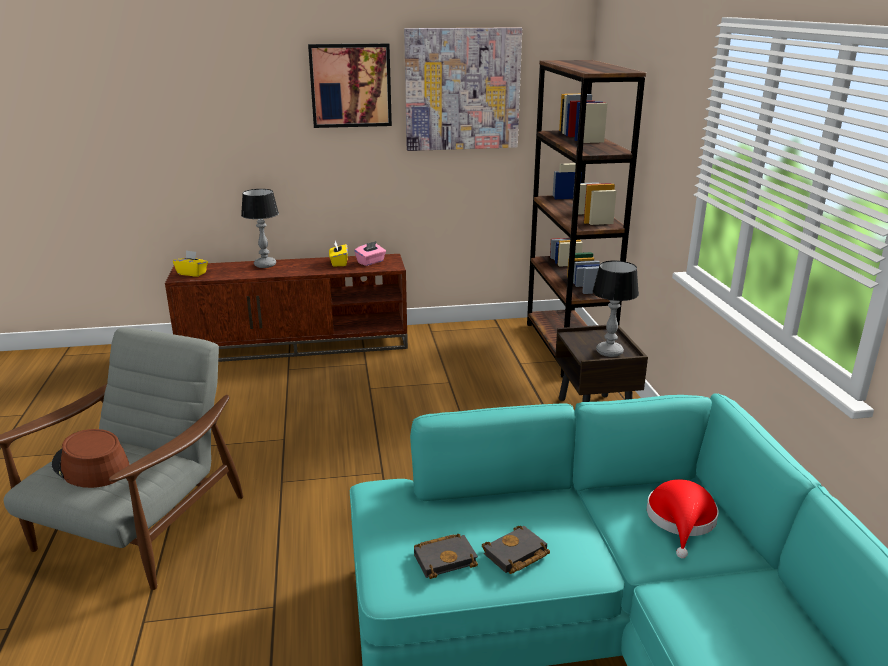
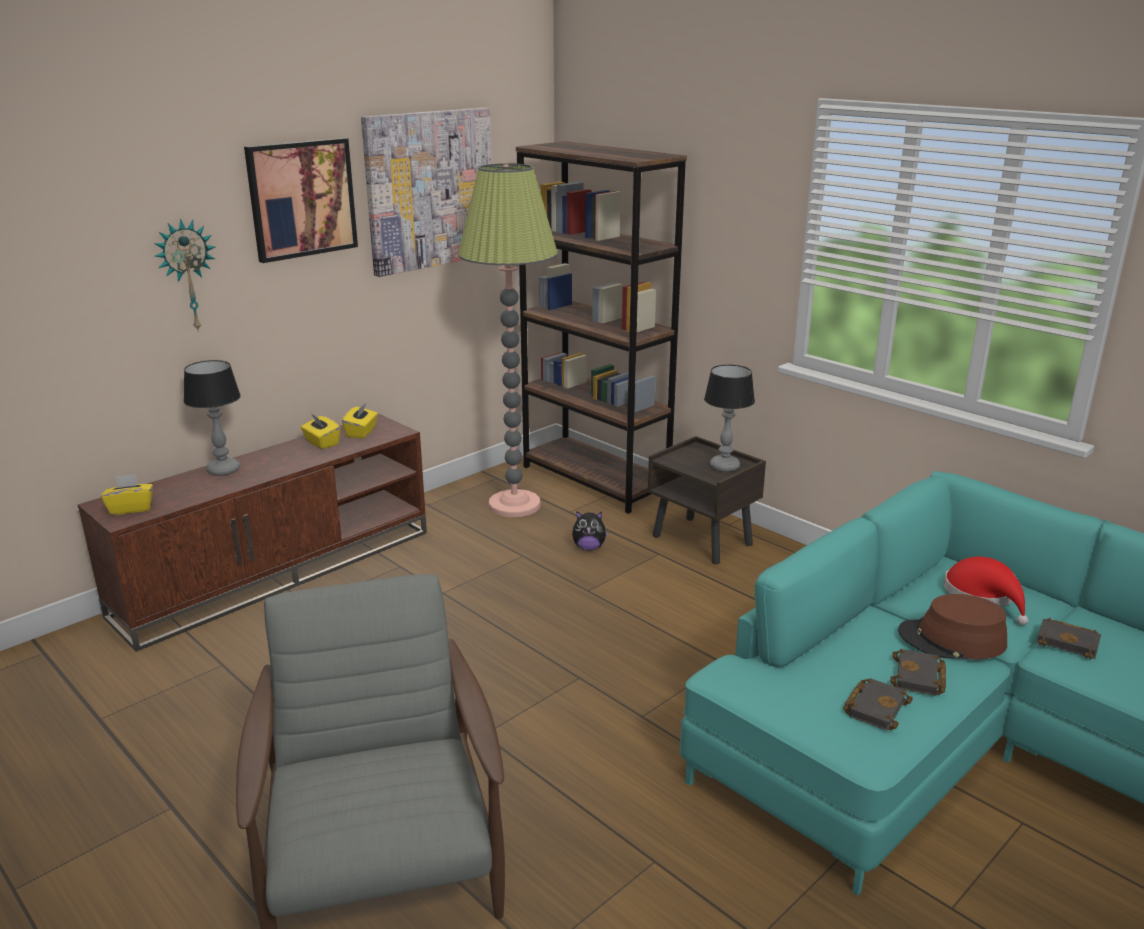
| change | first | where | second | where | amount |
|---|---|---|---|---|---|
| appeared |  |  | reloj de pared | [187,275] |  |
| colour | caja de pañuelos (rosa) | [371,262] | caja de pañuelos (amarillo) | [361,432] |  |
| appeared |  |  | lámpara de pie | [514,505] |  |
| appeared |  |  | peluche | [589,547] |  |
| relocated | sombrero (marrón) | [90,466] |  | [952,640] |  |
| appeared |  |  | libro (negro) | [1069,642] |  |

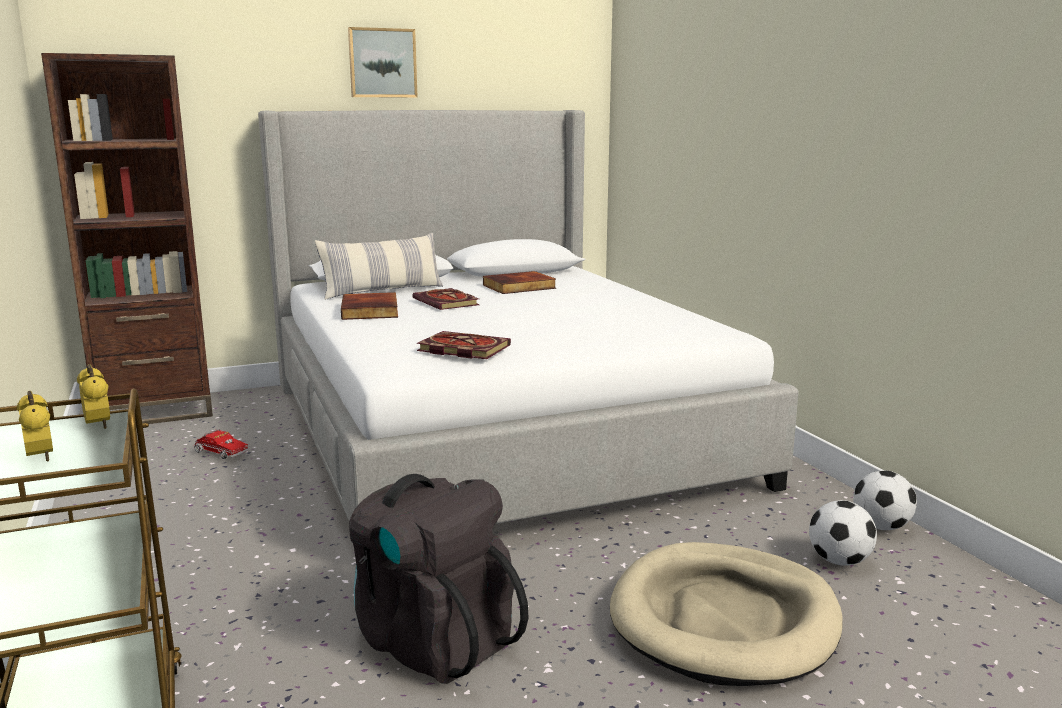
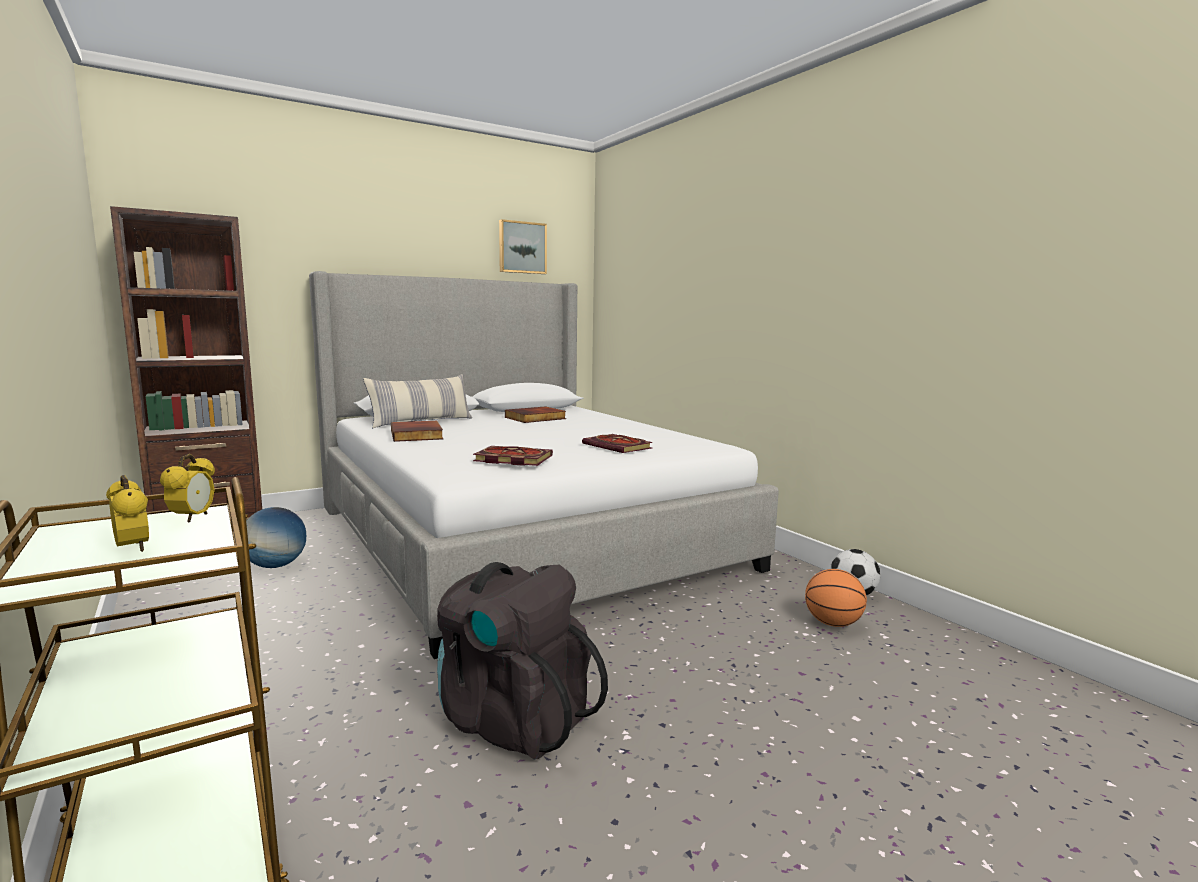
| change | first | where | second | where | amount |
|---|---|---|---|---|---|
| spun | despertador | [98,425] |  | [192,518] | 45 degrees clockwise |
| exchanged | camión de juguete | [219,453] | globo terráqueo | [275,566] |  |
| relocated | cuadro | [382,63] |  | [522,247] |  |
| relocated | libro | [448,302] |  | [619,447] |  |
| exchanged | balón de fútbol | [839,561] | balón de baloncesto | [833,624] |  |
| missing | cama para perro (beis) | [724,620] |  |  |  |

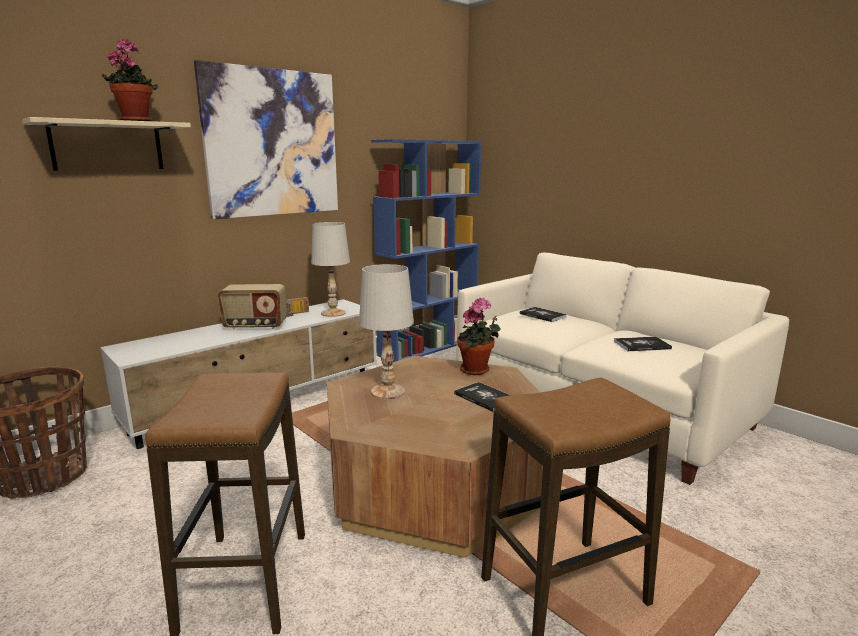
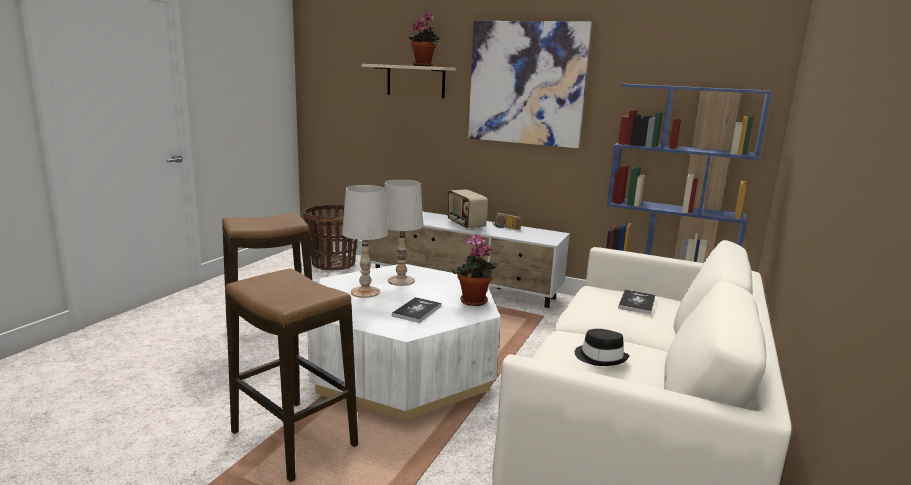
| change | first | where | second | where | amount |
|---|---|---|---|---|---|
| colour | mesa de centro (marrón) | [436,482] | mesa de centro (blanco) | [403,368] |  |
| relocated | lámpara de mesa (blanco) | [333,313] |  | [365,292] |  |
| exchanged | libro | [642,345] | sombrero (negro) | [600,357] |  |

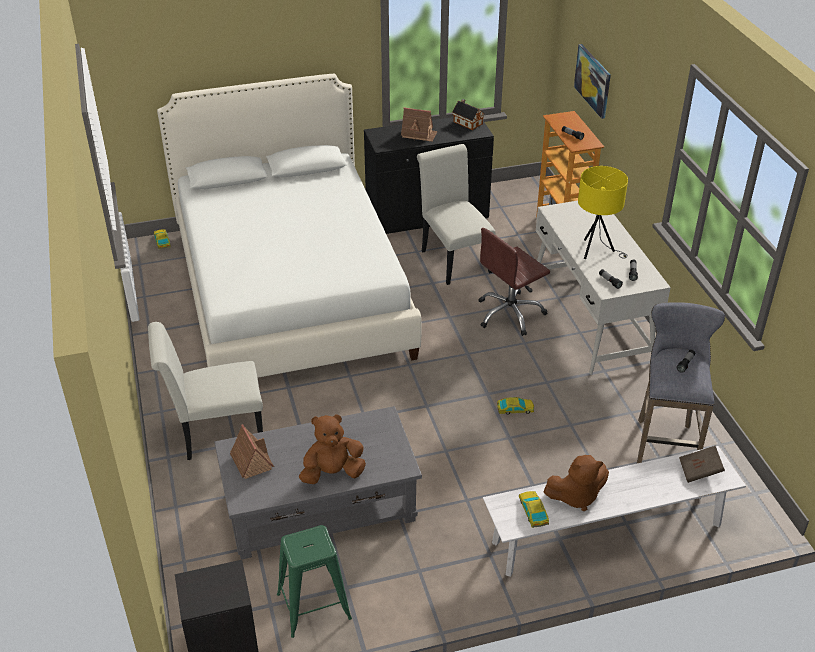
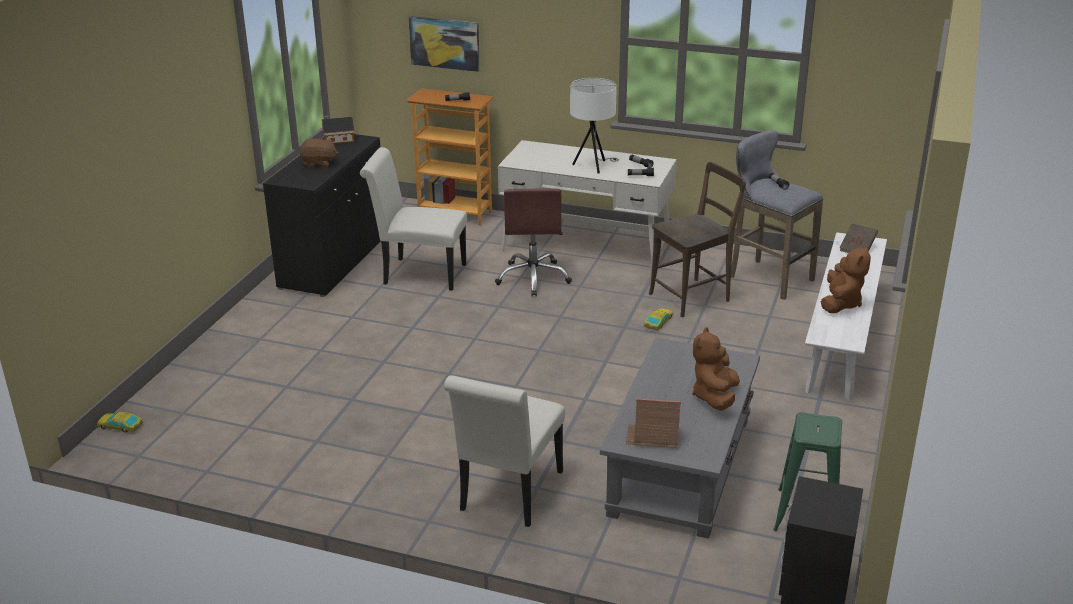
| change | first | where | second | where | amount |
|---|---|---|---|---|---|
| exchanged | casita | [419,134] | peluche (marrón) | [319,163] |  |
| colour | lámpara de mesa (amarillo) | [596,251] | lámpara de mesa (blanco) | [593,166] |  |
| appeared |  |  | silla (marrón) | [693,296] |  |
| missing | cama (blanco) | [291,291] |  |  |  |
| missing | coche de juguete | [533,511] |  |  |  |

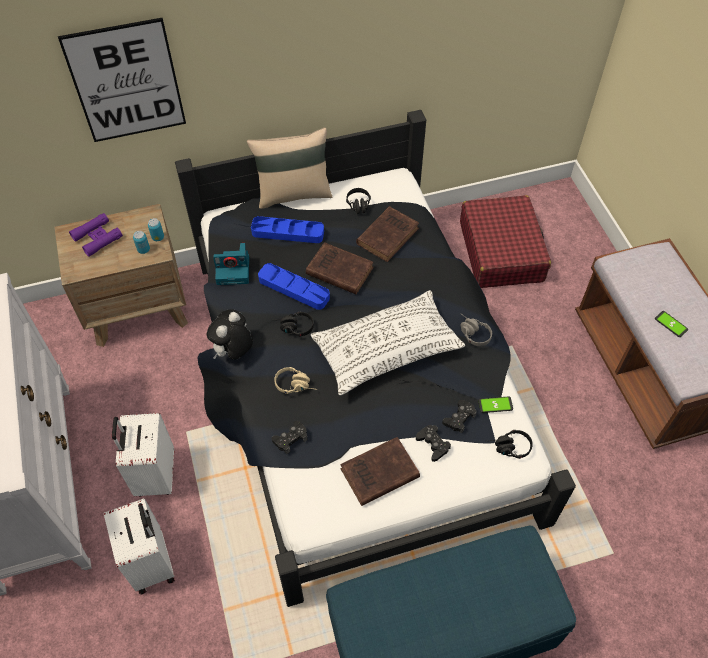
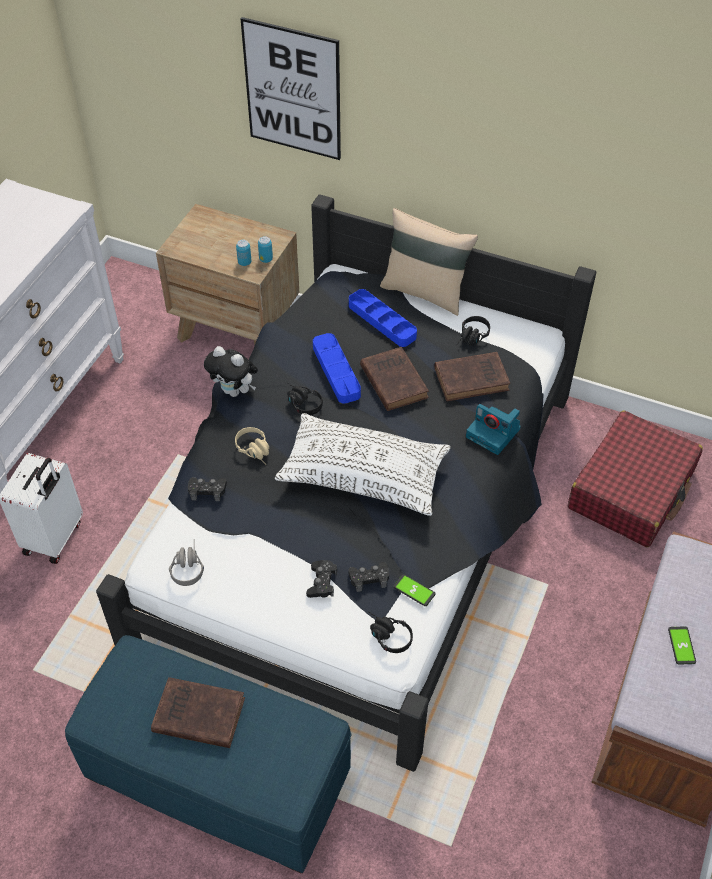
| change | first | where | second | where | amount |
|---|---|---|---|---|---|
| relocated | libro (marrón) | [377,474] |  | [196,715] |  |
| relocated | auriculares (gris) | [471,333] |  | [187,566] |  |
| spun | peluche | [233,352] |  | [235,391] | 135 degrees counterclockwise |
| relocated | cámara | [234,270] |  | [494,433] |  |
| missing | prismáticos (morado) | [97,238] |  |  |  |
| missing | maleta (blanco) | [154,475] |  |  |  |

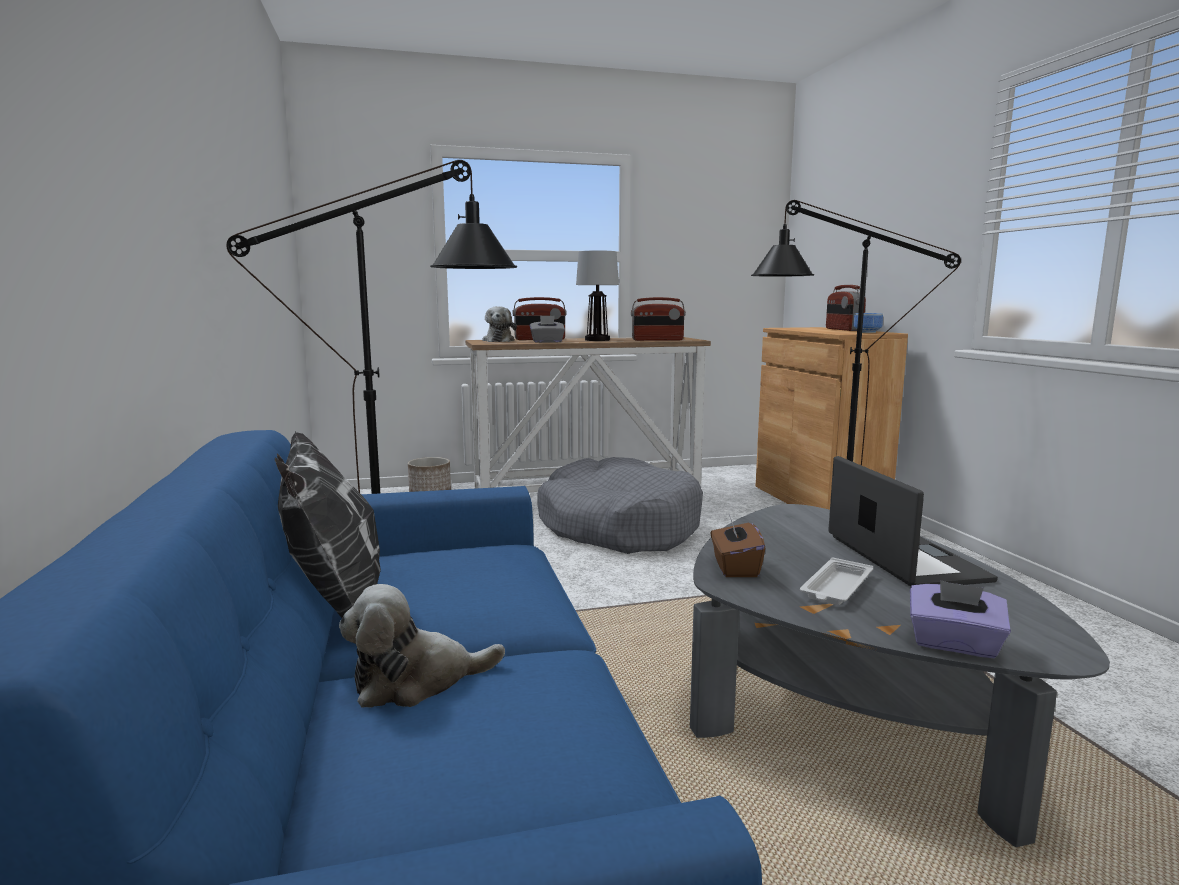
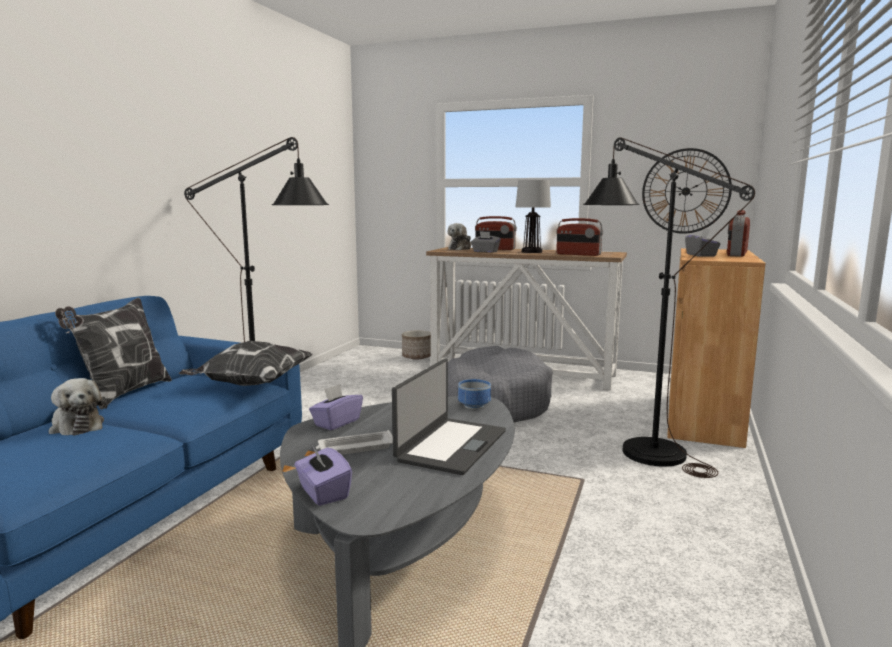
| change | first | where | second | where | amount |
|---|---|---|---|---|---|
| spun | peluche | [416,681] |  | [76,426] | 150 degrees counterclockwise |
| appeared |  |  | cojín | [250,385] |  |
| colour | caja de pañuelos (marrón) | [735,567] | caja de pañuelos (morado) | [336,422] |  |
| relocated | cuenco | [867,332] |  | [473,406] |  |
| appeared |  |  | reloj de pared | [685,191] |  |
| appeared |  |  | caja de pañuelos (gris) | [701,255] |  |

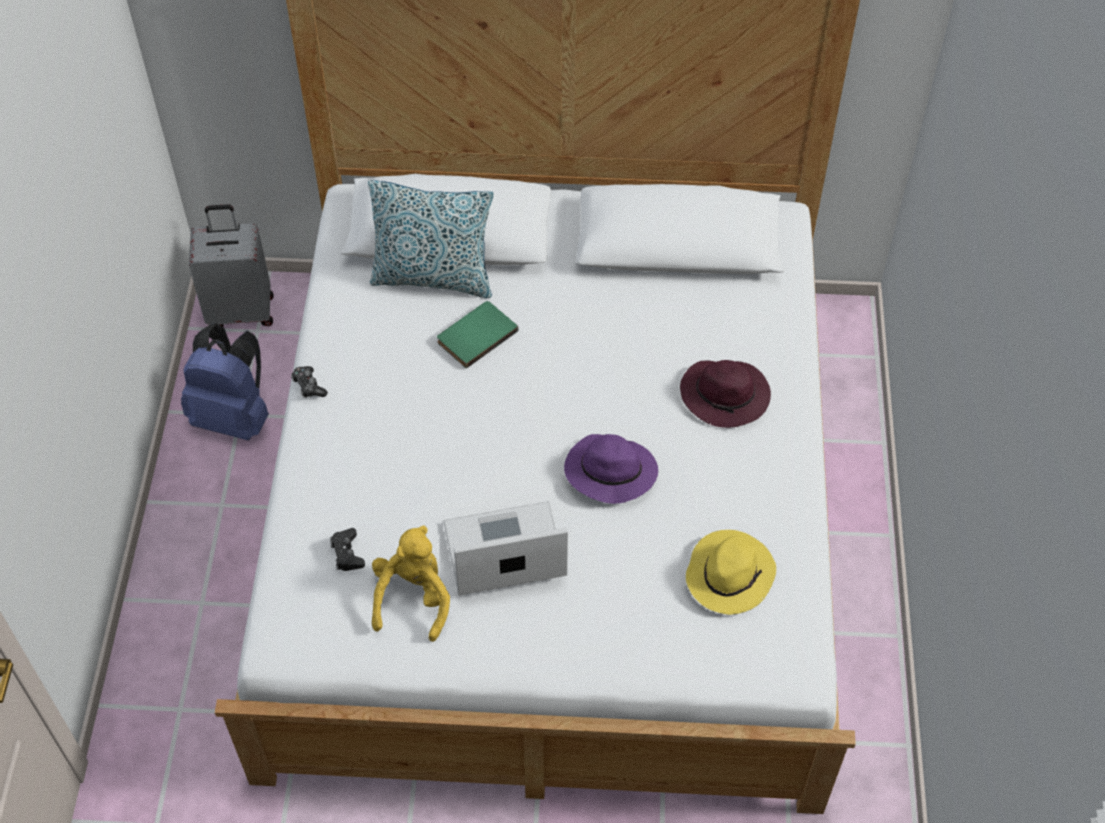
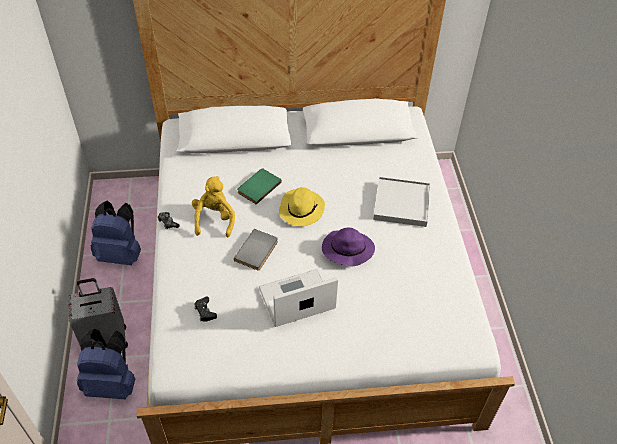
| change | first | where | second | where | amount |
|---|---|---|---|---|---|
| relocated | maleta (gris) | [241,311] |  | [106,339] |  |
| appeared |  |  | mochila (azul) | [112,383] |  |
| relocated | peluche (amarillo) | [413,598] |  | [214,219] |  |
| appeared |  |  | libro (gris) | [257,251] |  |
| relocated | sombrero (amarillo) | [729,574] |  | [301,209] |  |
| exchanged | sombrero (morado) | [726,396] | bandeja (blanco) | [401,203] |  |
| missing | cojín | [433,277] |  |  |  |

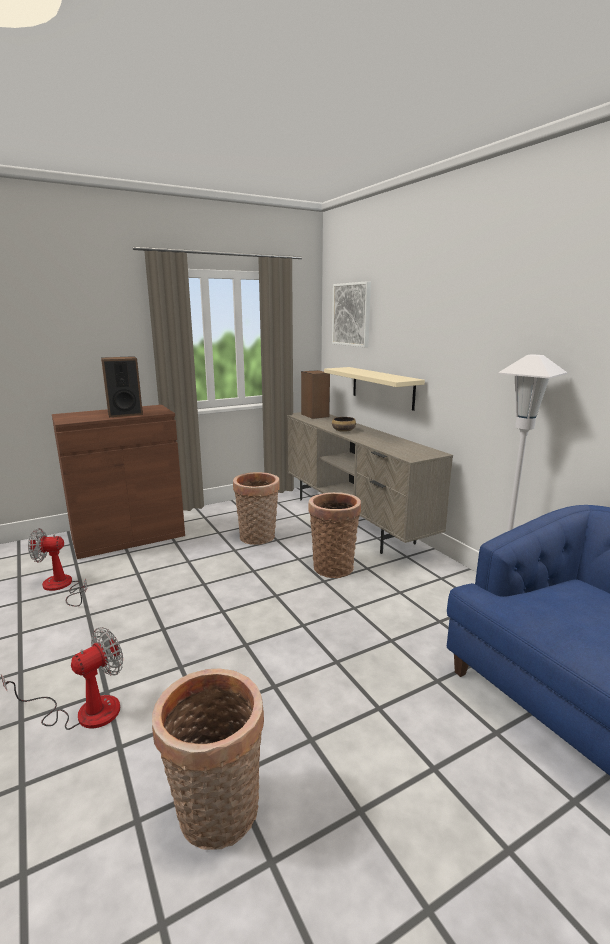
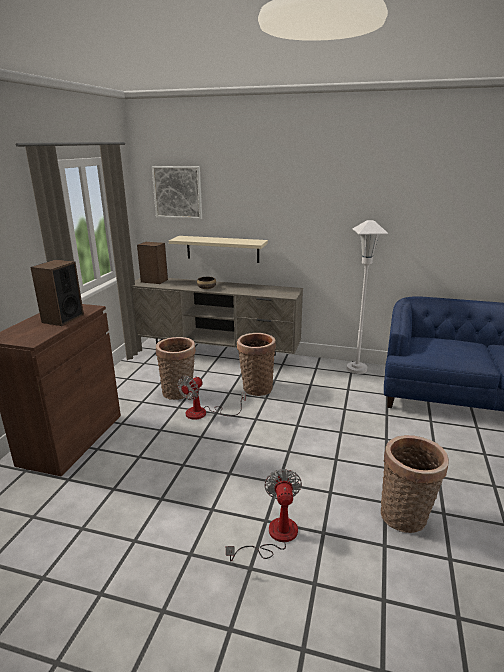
| change | first | where | second | where | amount |
|---|---|---|---|---|---|
| relocated | ventilador | [62,587] |  | [204,413] |  |

